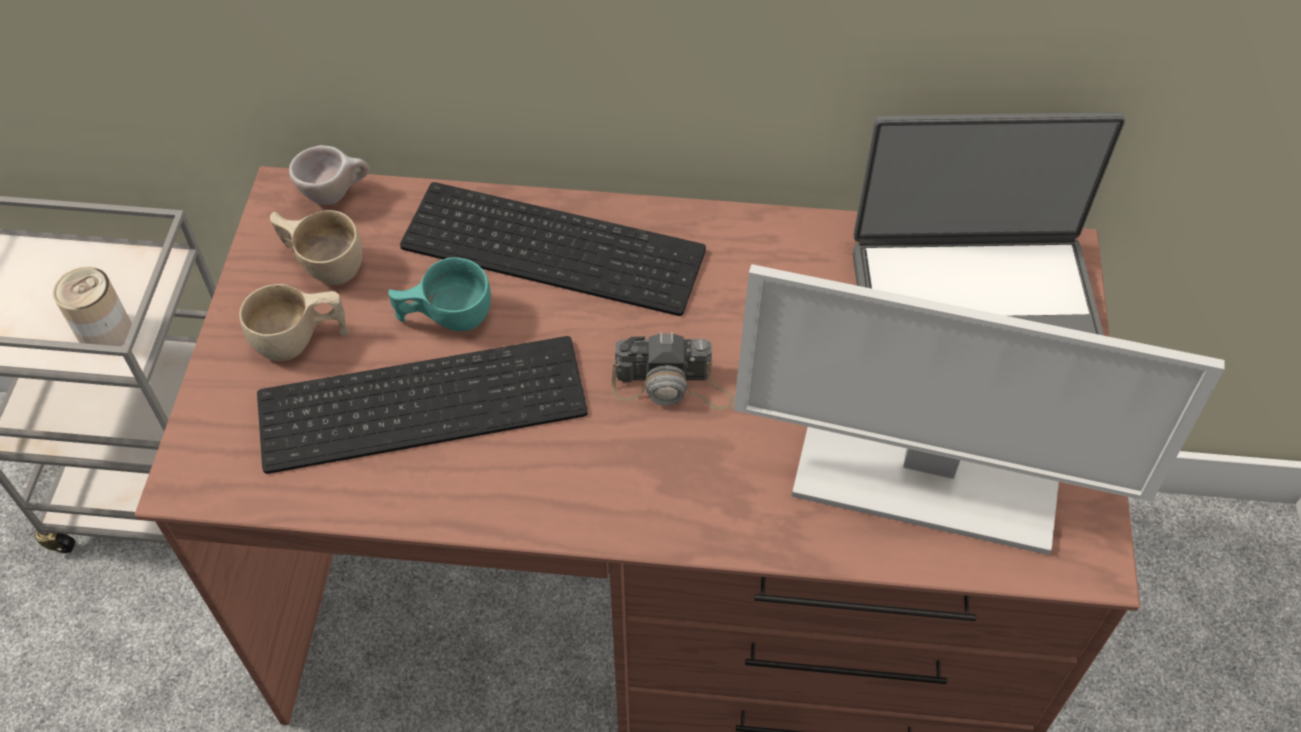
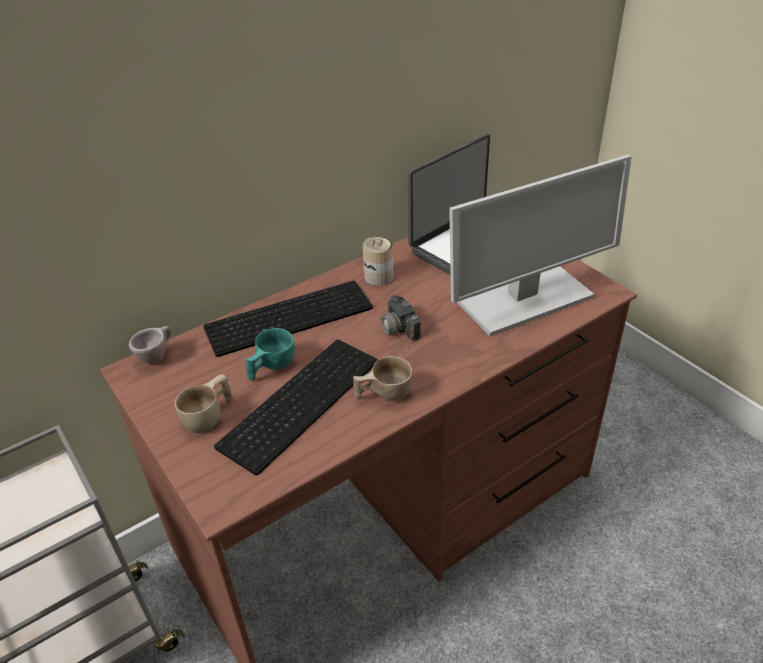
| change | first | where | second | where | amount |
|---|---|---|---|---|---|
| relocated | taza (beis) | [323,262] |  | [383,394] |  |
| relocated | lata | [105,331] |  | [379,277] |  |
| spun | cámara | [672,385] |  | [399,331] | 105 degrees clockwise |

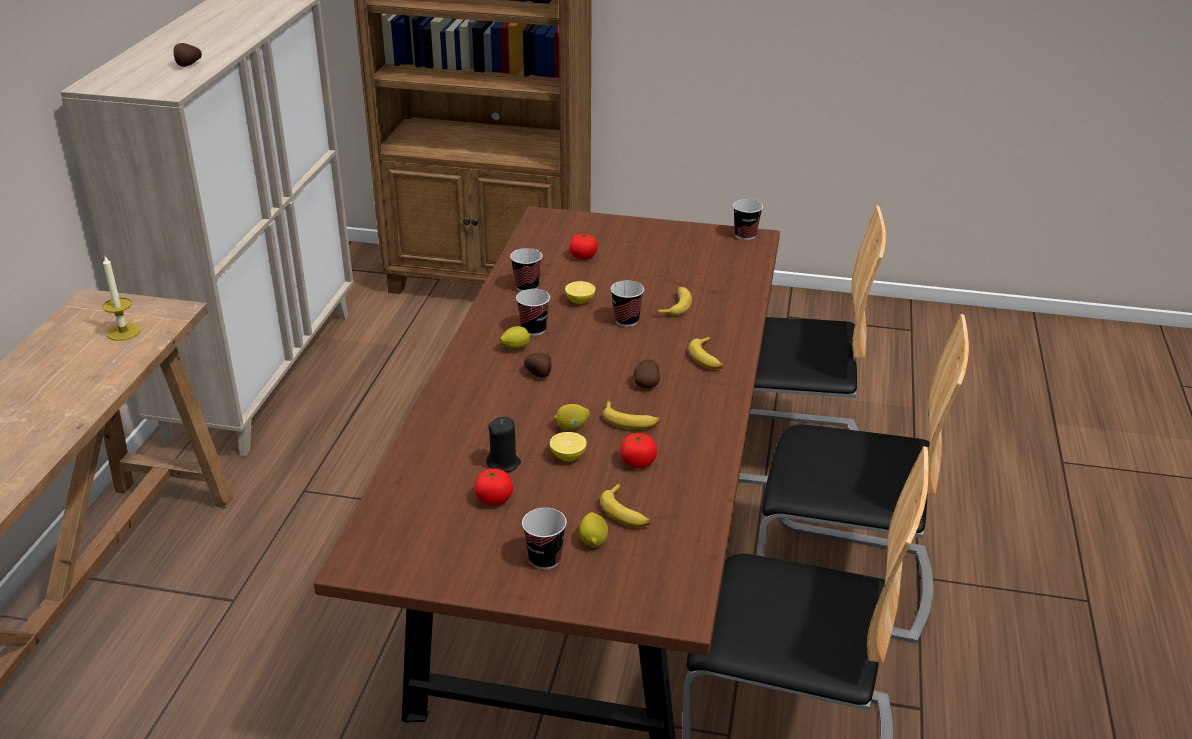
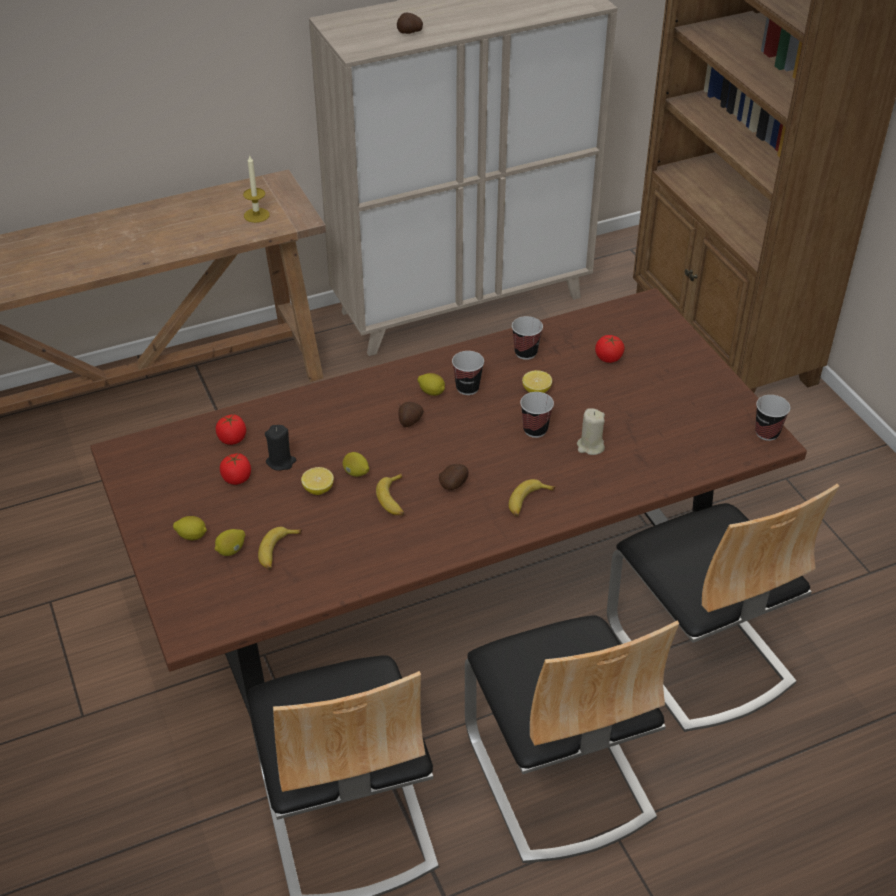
| change | first | where | second | where | amount |
|---|---|---|---|---|---|
| exchanged | taza | [545,559] | limón | [192,536] |  |
| relocated | tomate | [638,462] |  | [232,438] |  |
| exchanged | plátano | [675,306] | vela (beis) | [590,446] |  |

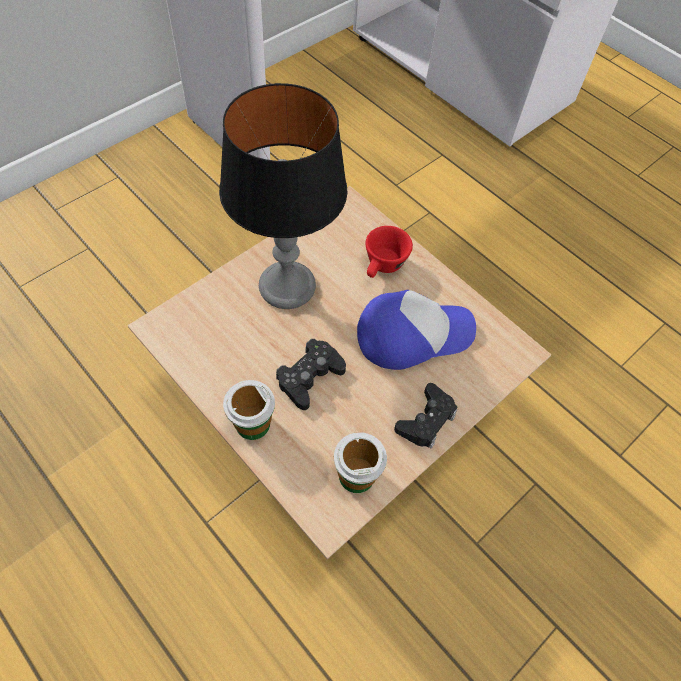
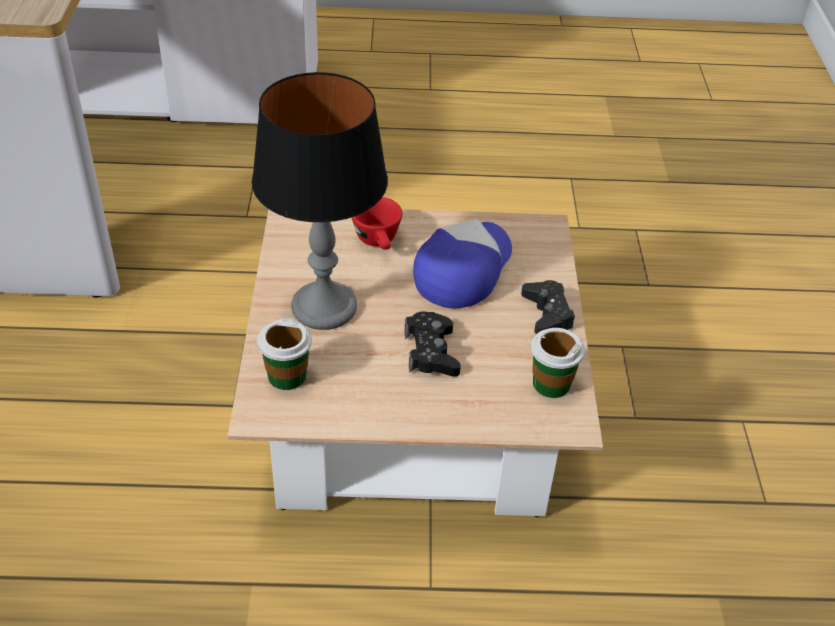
| change | first | where | second | where | amount |
|---|---|---|---|---|---|
| relocated | taza | [252,423] |  | [287,376] |  |

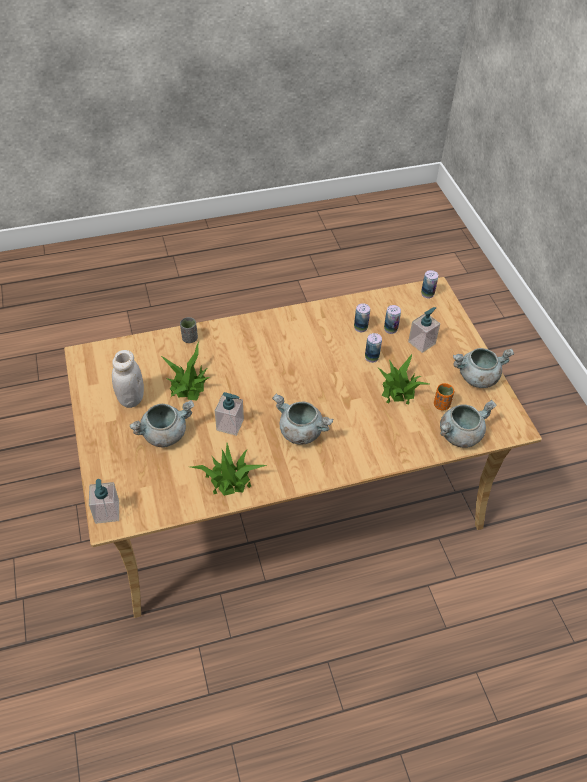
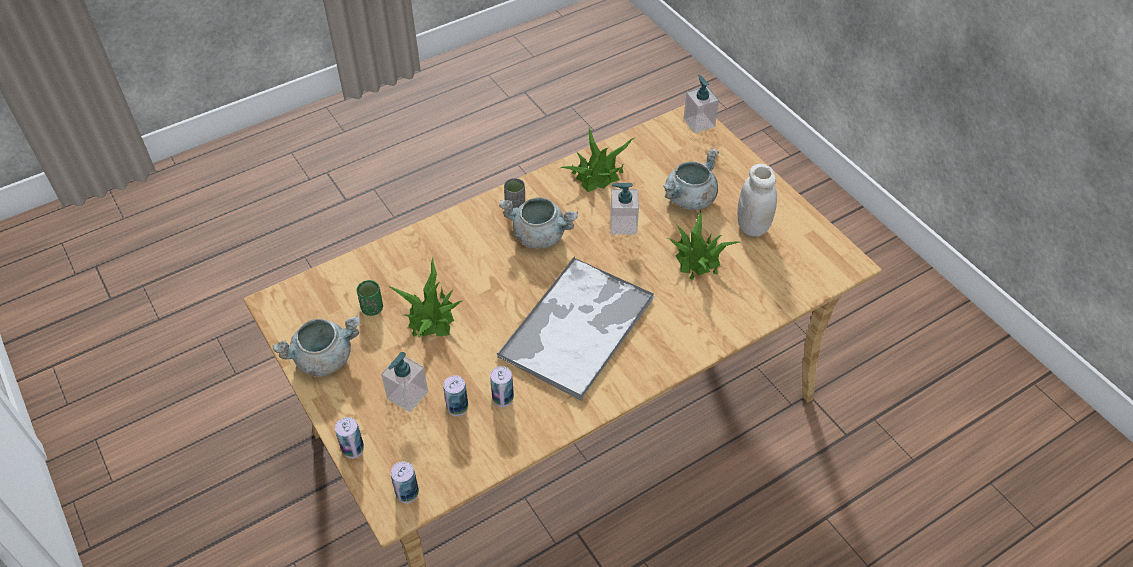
| change | first | where | second | where | amount |
|---|---|---|---|---|---|
| relocated | lata | [371,357] |  | [353,449] |  |
| colour | taza (naranja) | [441,405] | taza (verde) | [372,308] |  |
| appeared |  |  | bandeja | [578,326] |  |
| relocated | taza (gris) | [190,338] |  | [515,206] |  |
| missing | olla (gris) | [460,435] |  |  |  |

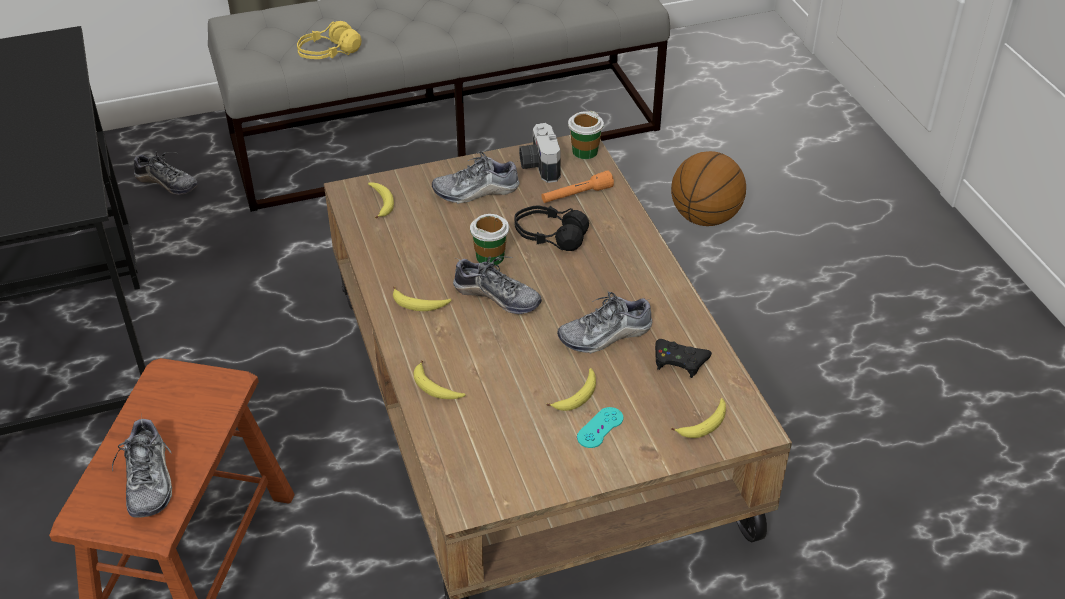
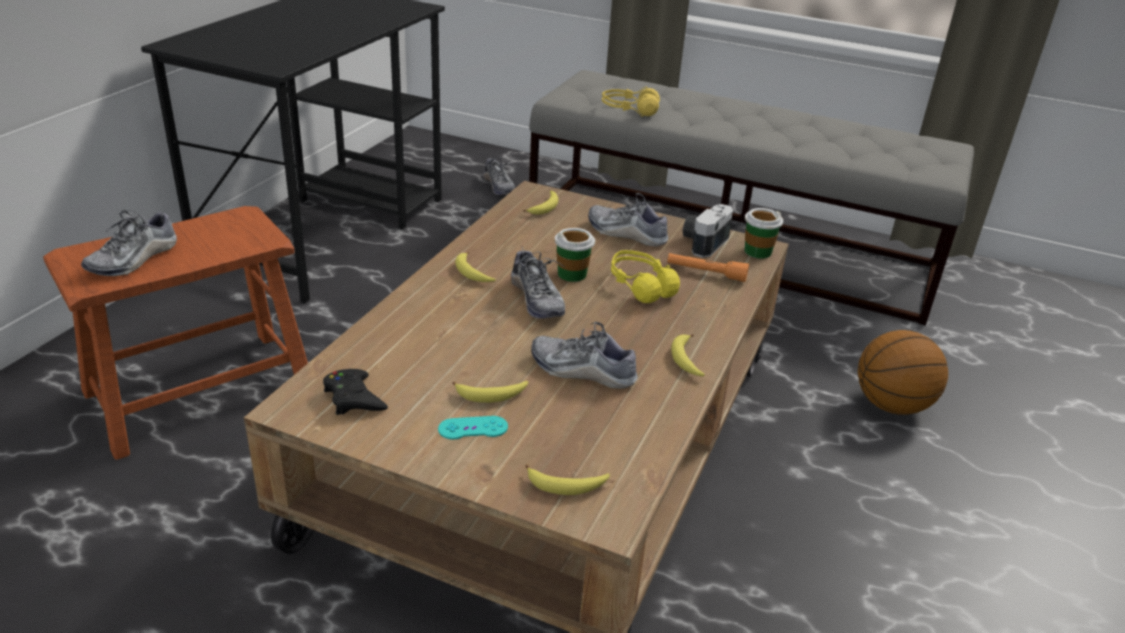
| change | first | where | second | where | amount |
|---|---|---|---|---|---|
| relocated | mando de consola (negro) | [679,361] |  | [353,398] |  |
| colour | auriculares (negro) | [550,237] | auriculares (amarillo) | [640,286] |  |
| relocated | plátano | [436,388] |  | [686,360] |  |

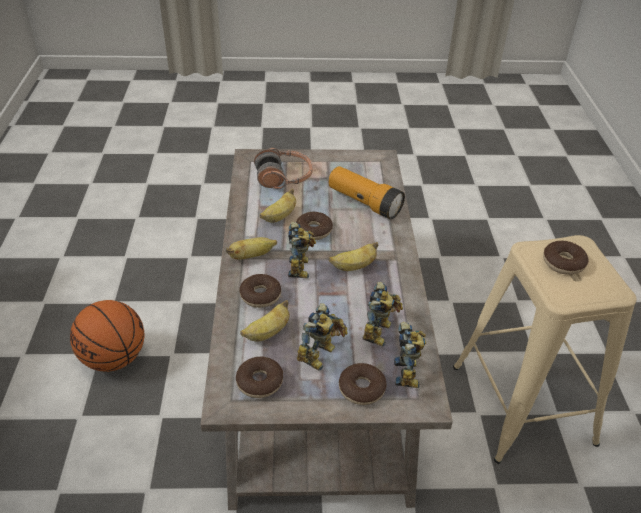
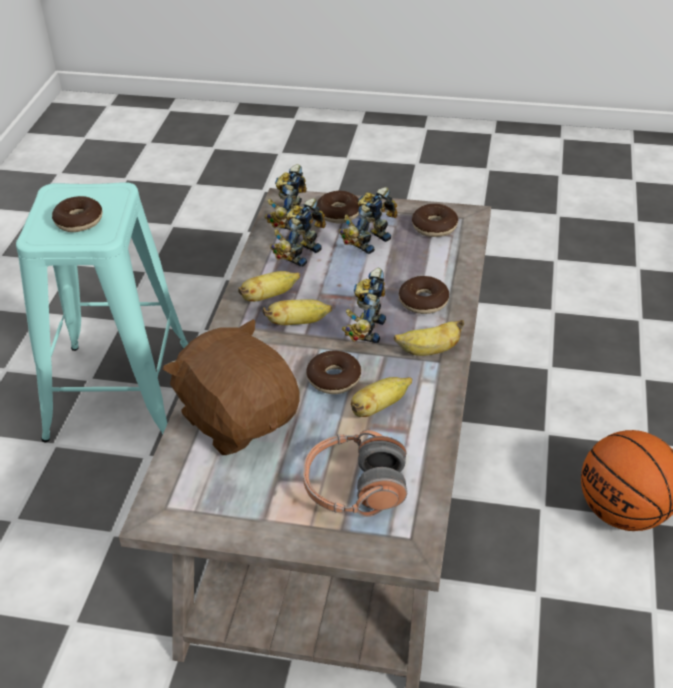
| change | first | where | second | where | amount |
|---|---|---|---|---|---|
| colour | taburete (beis) | [522,404] | taburete (turquesa) | [119,391] |  |
| exchanged | linterna | [364,202] | peluche (marrón) | [239,418] |  |
| relocated | plátano | [267,333] |  | [269,296] |  |

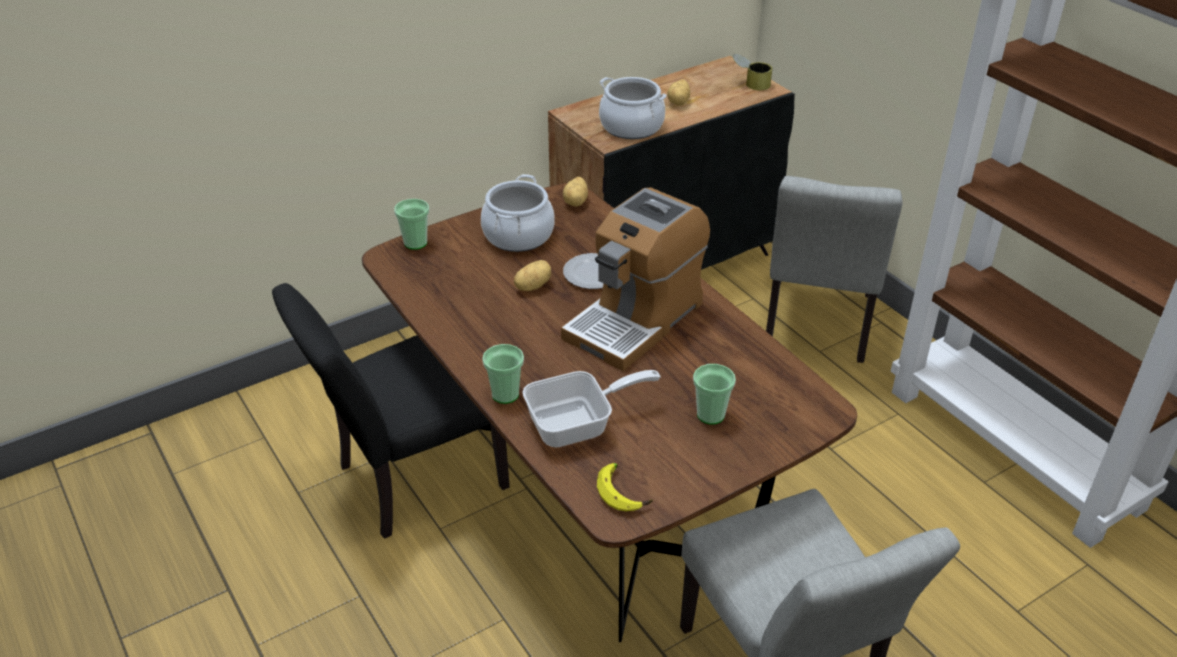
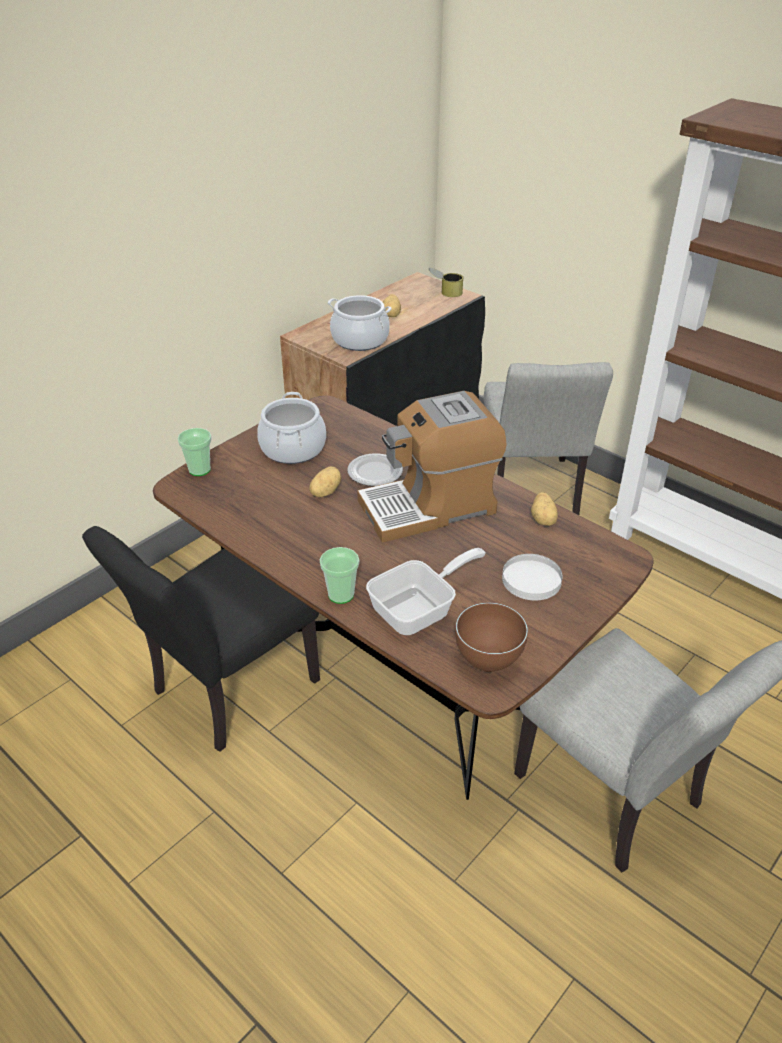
| change | first | where | second | where | amount |
|---|---|---|---|---|---|
| spun | cafetera | [635,320] |  | [429,507] | 45 degrees clockwise |
| exchanged | plátano | [624,492] | cuenco (marrón) | [487,664] |  |
| exchanged | taza | [710,415] | plato (blanco) | [531,579] |  |
| relocated | patata | [576,202] |  | [543,519] |  |

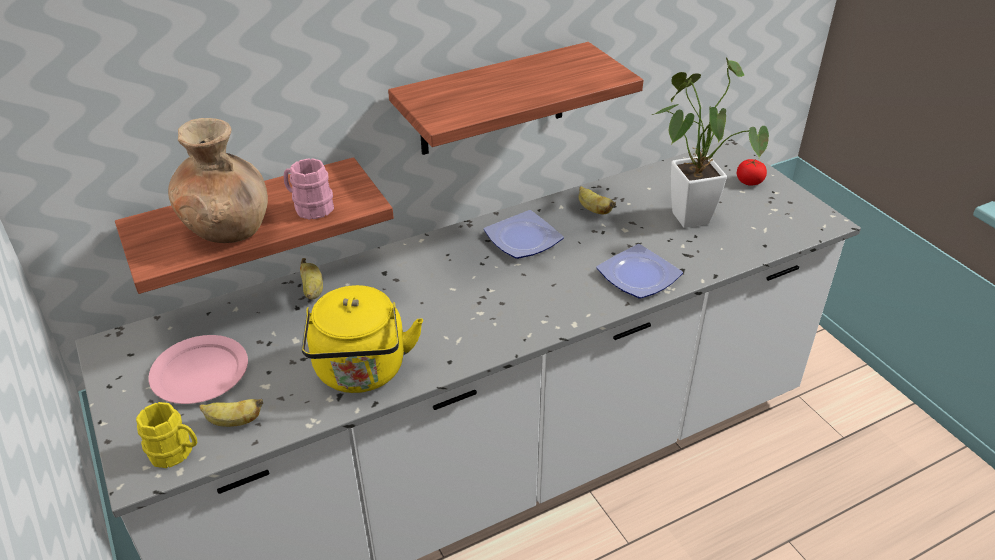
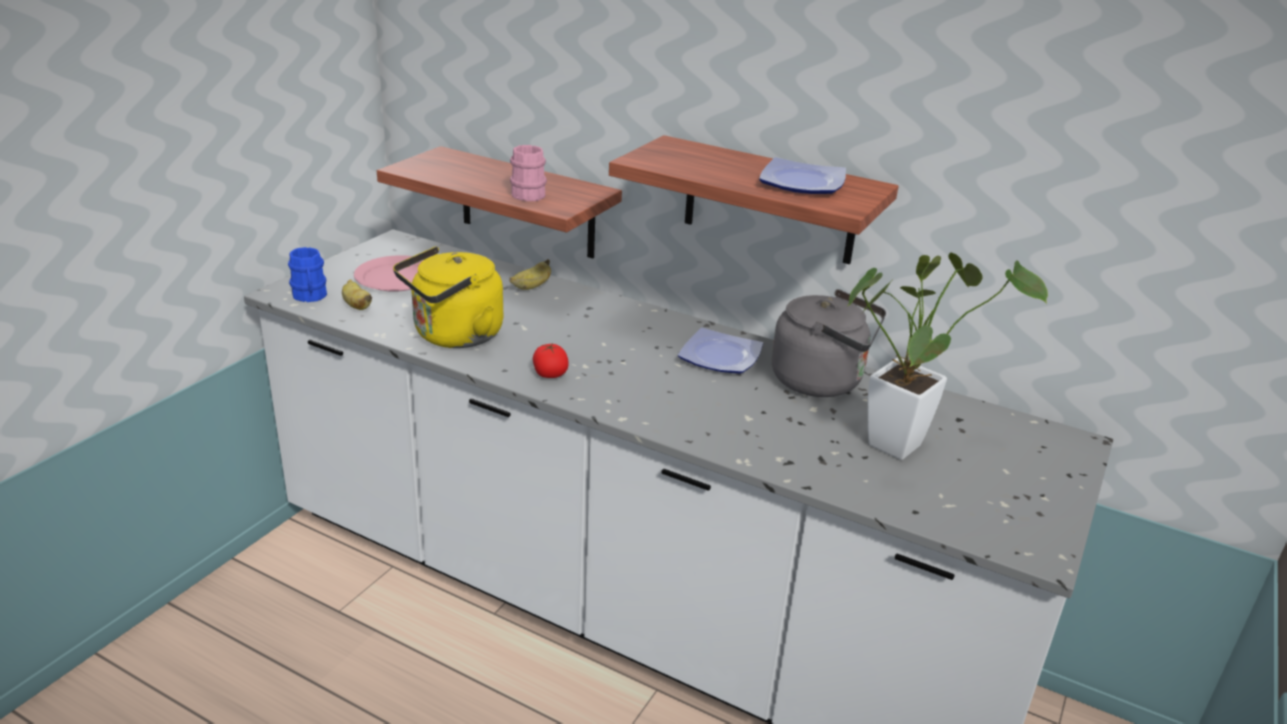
| change | first | where | second | where | amount |
|---|---|---|---|---|---|
| colour | taza grande (amarillo) | [176,453] | taza grande (azul) | [310,297] |  |
| relocated | tomate | [749,182] |  | [550,374] |  |
| relocated | plato | [638,277] |  | [800,183] |  |
| exchanged | plátano | [593,210] | hervidor (gris) | [822,381] |  |
| missing | florero (marrón) | [228,229] |  |  |  |

